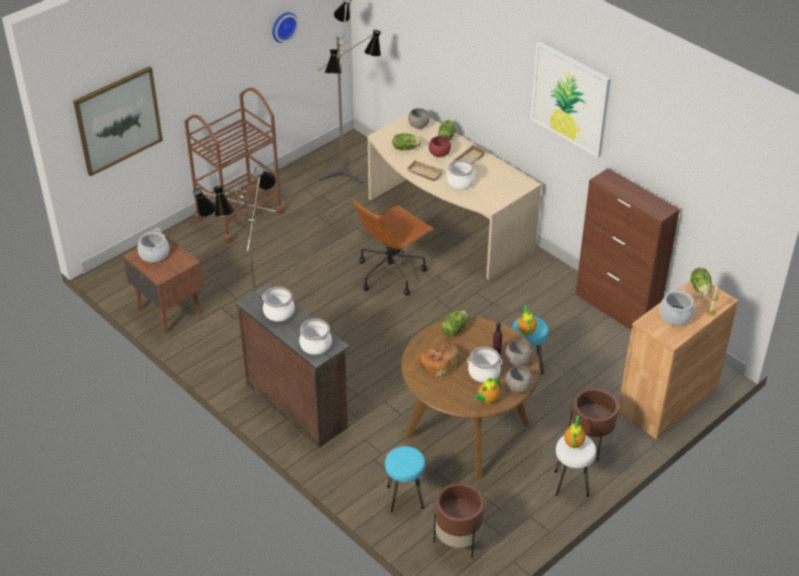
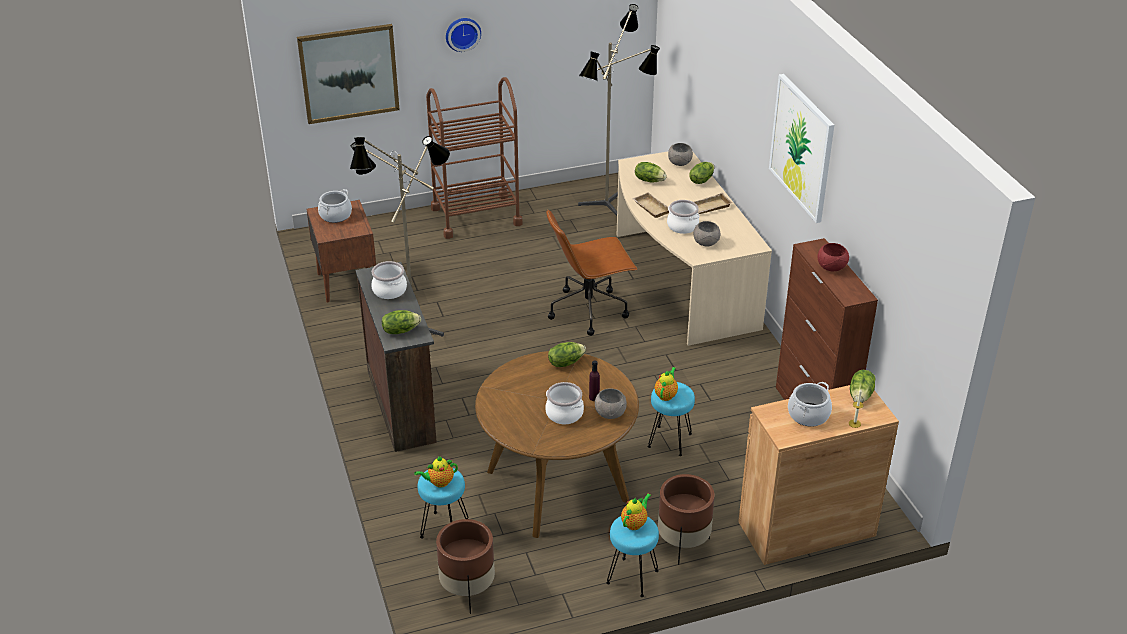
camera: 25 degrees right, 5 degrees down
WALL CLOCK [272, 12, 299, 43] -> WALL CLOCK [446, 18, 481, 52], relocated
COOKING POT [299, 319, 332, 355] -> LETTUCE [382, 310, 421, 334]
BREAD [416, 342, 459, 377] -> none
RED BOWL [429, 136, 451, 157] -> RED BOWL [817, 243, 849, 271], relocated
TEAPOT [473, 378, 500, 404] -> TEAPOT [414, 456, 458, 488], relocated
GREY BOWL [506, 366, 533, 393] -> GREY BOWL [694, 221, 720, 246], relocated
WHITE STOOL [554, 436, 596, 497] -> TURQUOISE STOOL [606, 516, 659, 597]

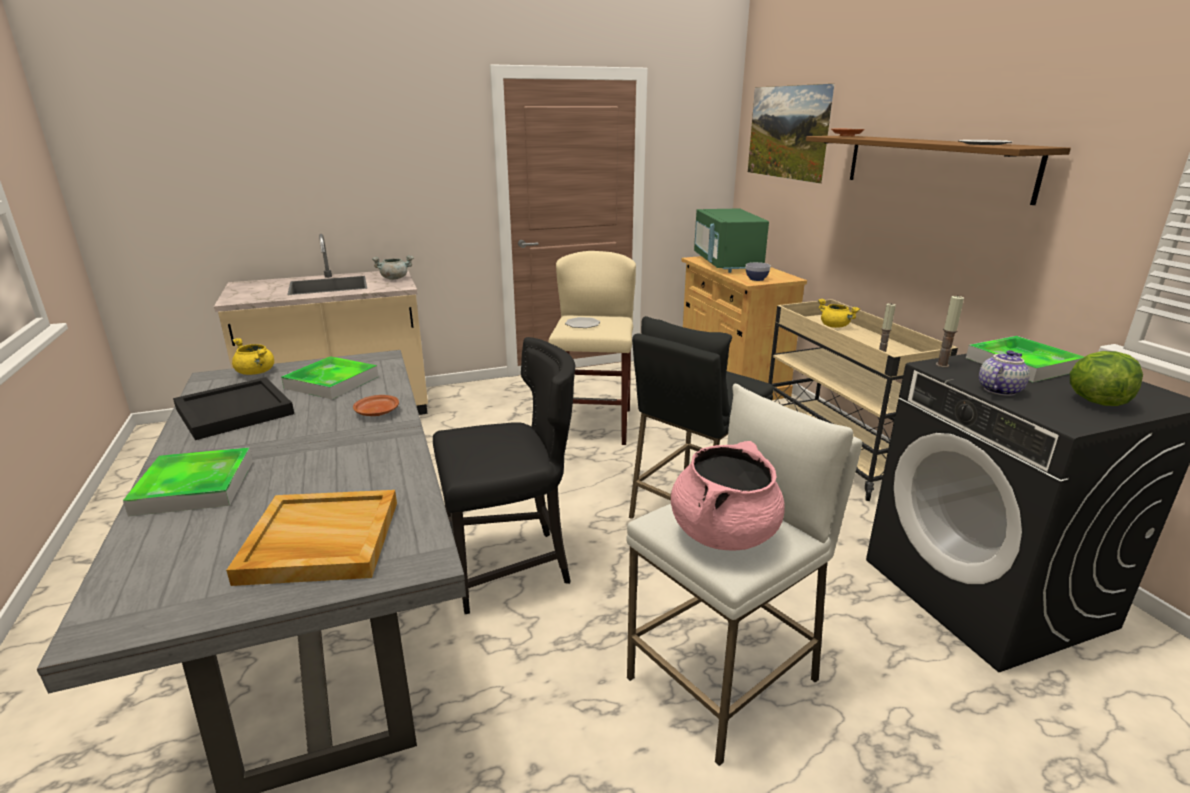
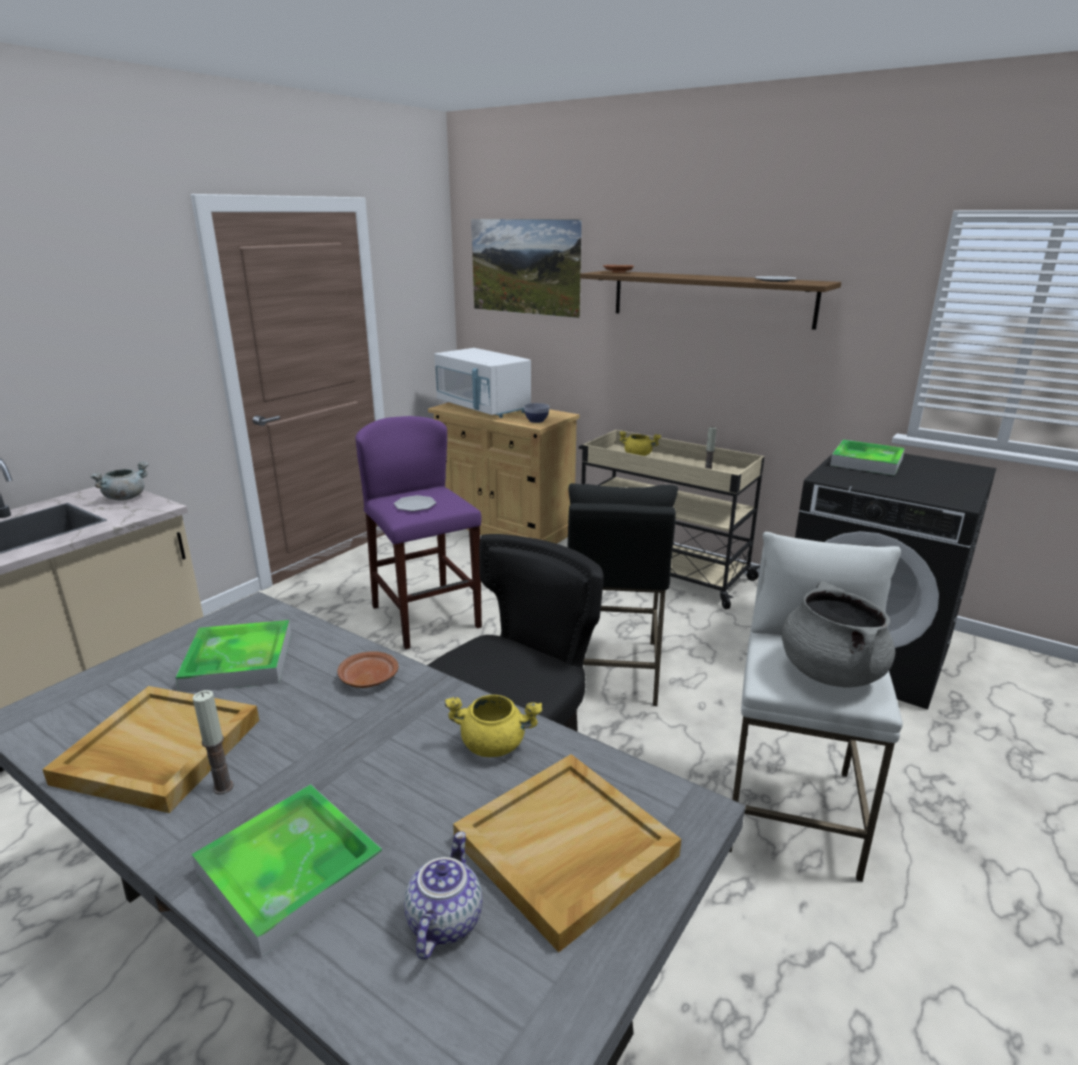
camera: 35 degrees left, 0 degrees up
BLACK TRAY [173, 377, 294, 440] -> BEIGE TRAY [42, 686, 259, 813]
YELLOW COOKING POT [232, 338, 274, 375] -> YELLOW COOKING POT [445, 695, 542, 757], relocated
BEIGE STOOL [548, 251, 636, 445] -> PURPLE STOOL [355, 416, 482, 649]
PINK COOKING POT [671, 441, 785, 550] -> GREY COOKING POT [781, 581, 895, 687]
GREEN MICROWAVE [694, 208, 769, 273] -> WHITE MICROWAVE [434, 348, 531, 418]
CANDLE [936, 296, 964, 367] -> CANDLE [193, 690, 234, 795], relocated
TEAPOT [979, 350, 1030, 396] -> TEAPOT [404, 831, 482, 960], relocated
LETTUCE [1070, 351, 1143, 406] -> none

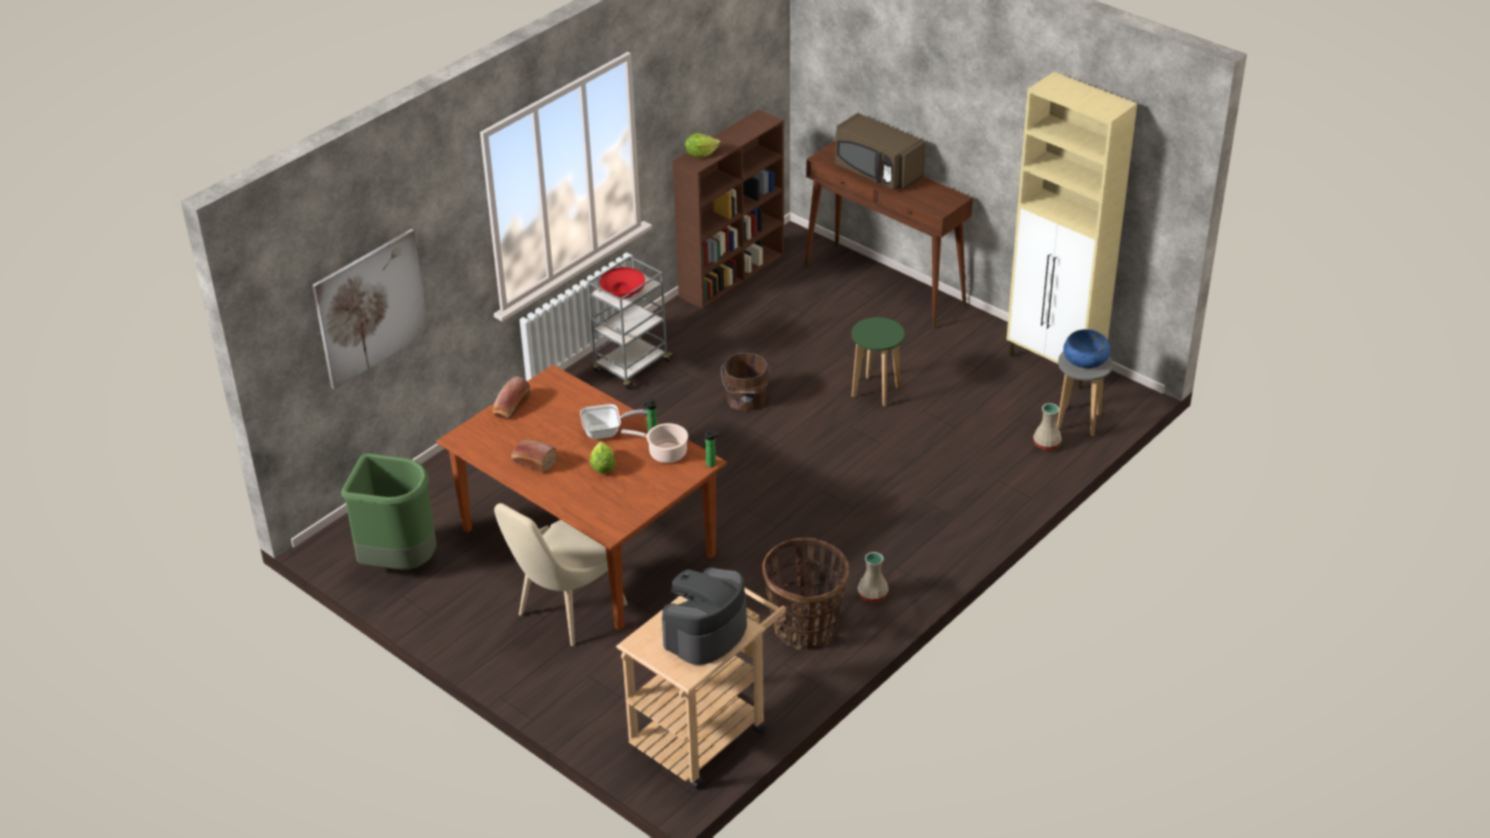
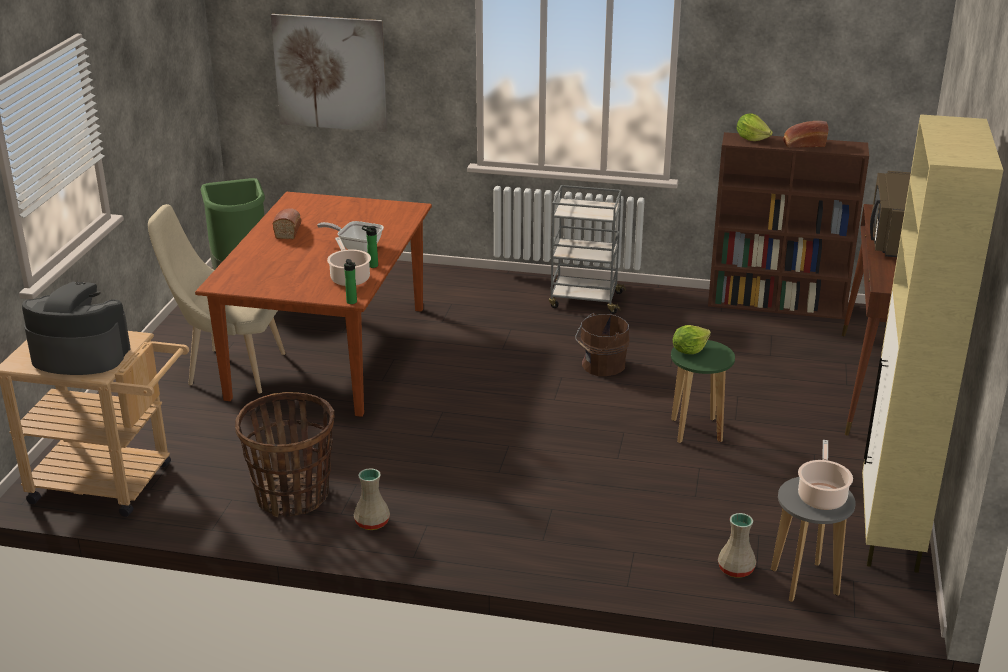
camera: 60 degrees right, 10 degrees down
BREAD [493, 376, 530, 420] -> BREAD [783, 121, 828, 148], relocated
FRYING PAN [580, 404, 647, 439] -> FRYING PAN [317, 221, 384, 252], 150 degrees clockwise
LETTUCE [590, 441, 615, 474] -> LETTUCE [673, 325, 711, 354], relocated
RED BOWL [600, 267, 645, 299] -> none
BLUE BOWL [1063, 329, 1110, 368] -> COOKING POT [798, 440, 853, 510]

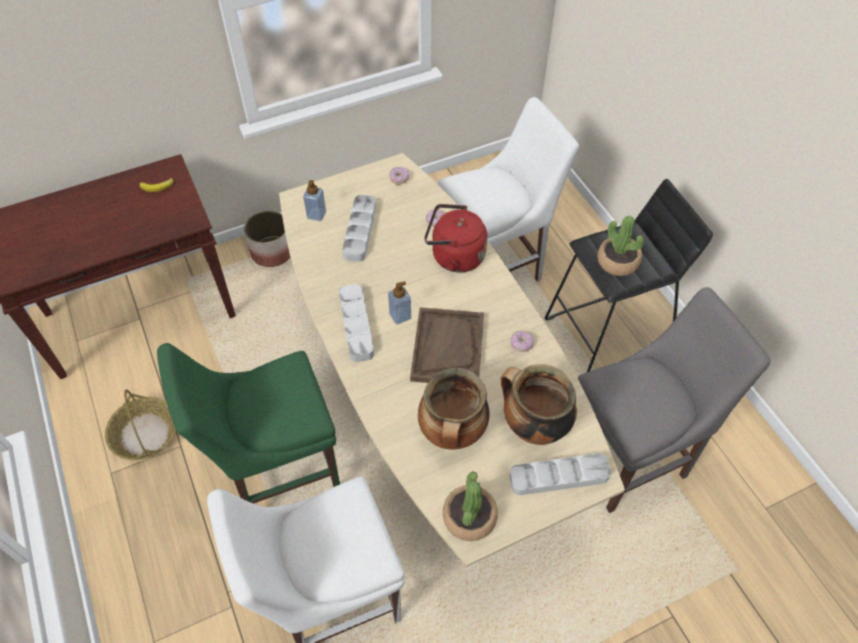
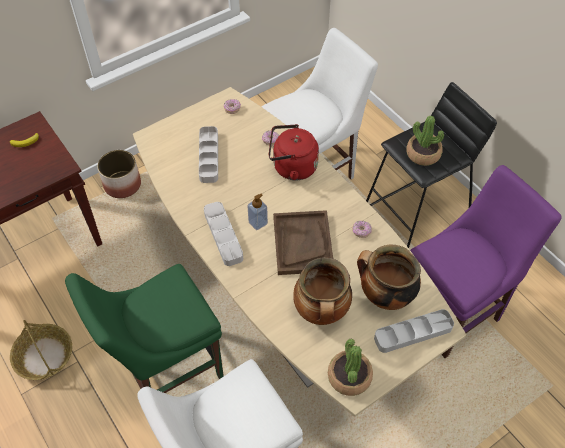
camera: 10 degrees left, 0 degrees up
SOAP DISPENSER [303, 180, 326, 221] -> none
GREY CHAIR [578, 287, 771, 513] -> PURPLE CHAIR [410, 165, 562, 358]

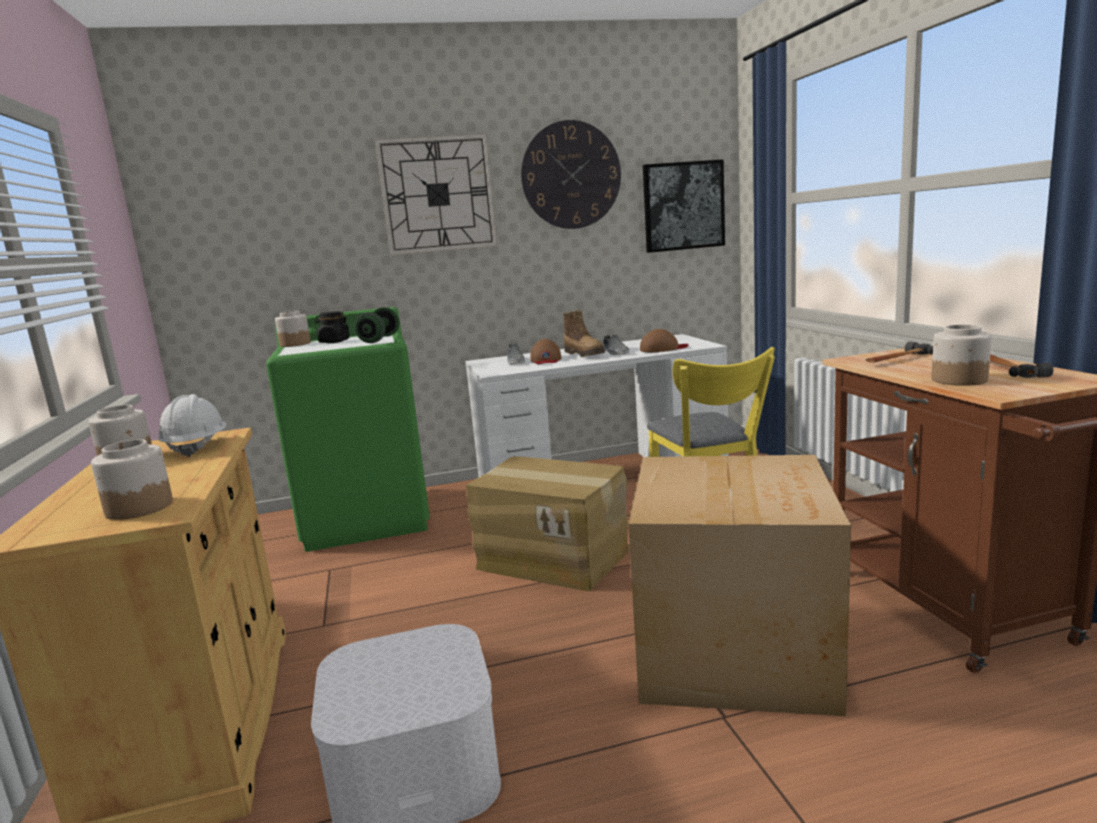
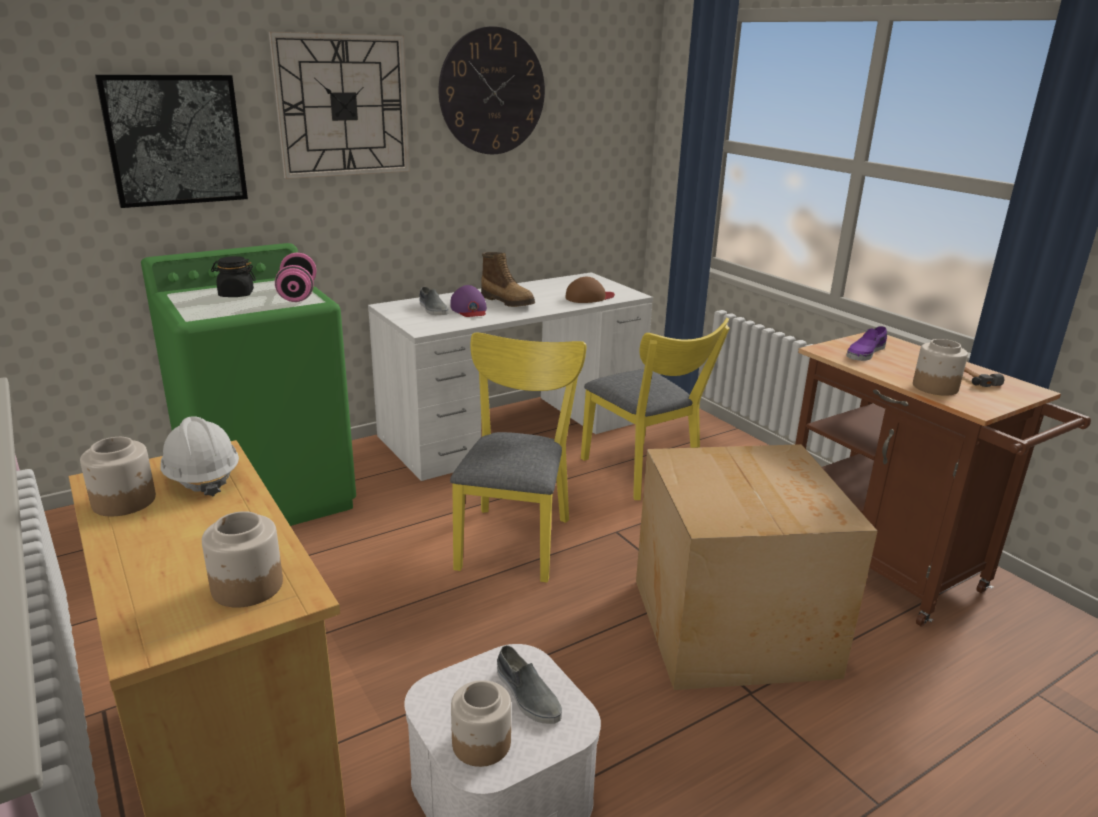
camera: 20 degrees left, 10 degrees up
JAR [275, 311, 311, 347] -> JAR [451, 680, 511, 767], relocated
GREEN DUMBBELL [355, 307, 400, 343] -> PINK DUMBBELL [275, 253, 316, 302]
CARDBOARD BOX [466, 456, 629, 592] -> YELLOW CHAIR [450, 332, 586, 583]
BROWN CAP [530, 339, 562, 364] -> PURPLE CAP [450, 285, 487, 317]
GREY SHOE [603, 335, 629, 355] -> GREY SHOE [497, 645, 562, 724], relocated
PICTURE [643, 159, 725, 253] -> PICTURE [95, 74, 248, 208], relocated
HAMMER [866, 342, 933, 363] -> PURPLE SHOE [846, 326, 887, 361]

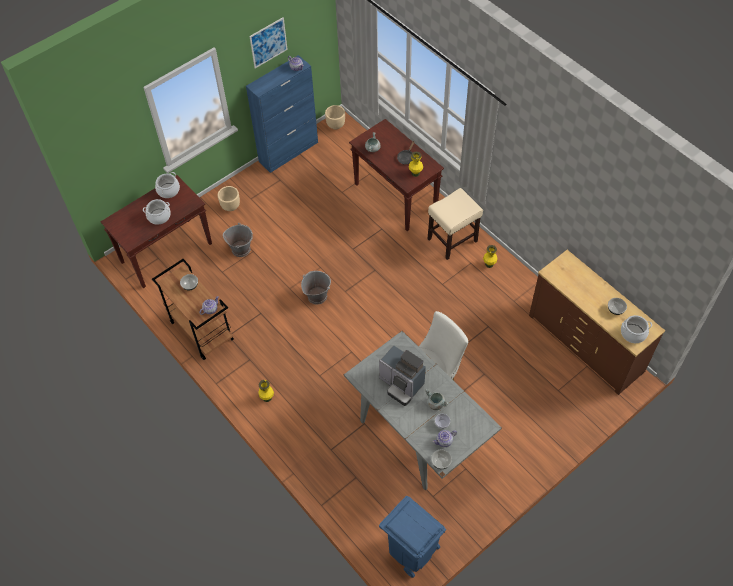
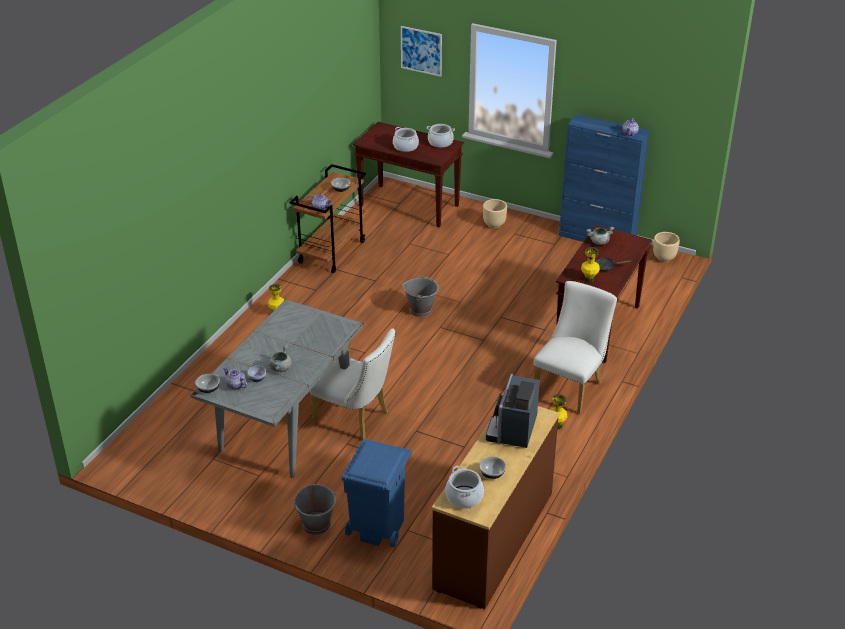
camera: 65 degrees right, 20 degrees down
GREY BUCKET [223, 223, 253, 257] -> GREY BUCKET [293, 484, 337, 535], relocated
PICTURE [249, 17, 288, 68] -> PICTURE [401, 26, 442, 77], relocated
COFFEE MACHINE [379, 345, 426, 406] -> COFFEE MACHINE [486, 374, 540, 448], relocated
BLUE TRASH CAN [379, 496, 446, 578] -> BLUE TRASH CAN [341, 439, 412, 547], relocated
BEIGE STOOL [427, 188, 483, 260] -> WHITE CHAIR [534, 281, 617, 414]

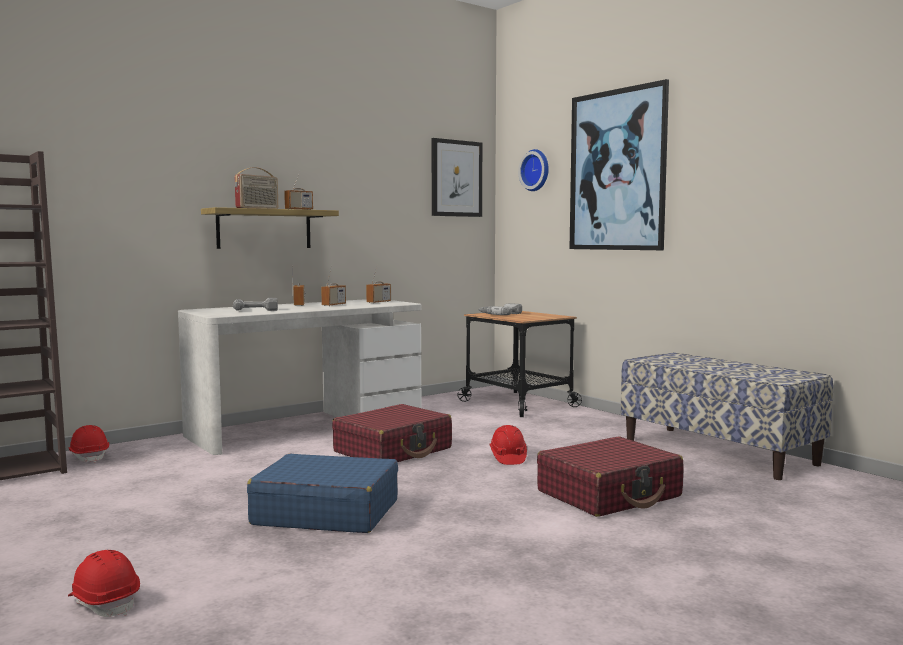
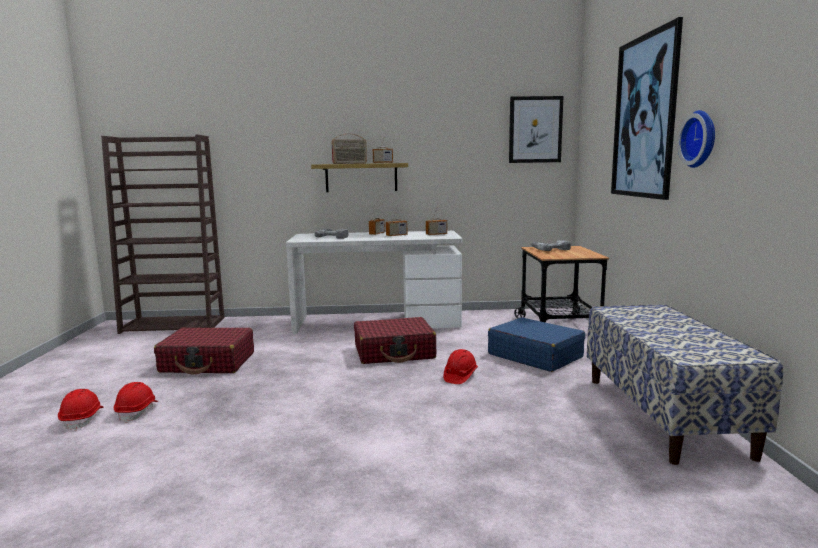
camera: 35 degrees right, 5 degrees up
RED HARD HAT [69, 425, 109, 463] -> RED HARD HAT [114, 382, 159, 423], relocated
BLUE SUITCASE [247, 454, 398, 533] -> BLUE SUITCASE [488, 317, 585, 372], relocated
WALL CLOCK [518, 149, 549, 191] -> WALL CLOCK [677, 110, 715, 168], relocated
RED SUITCASE [537, 437, 684, 517] -> RED SUITCASE [154, 328, 254, 375], relocated

